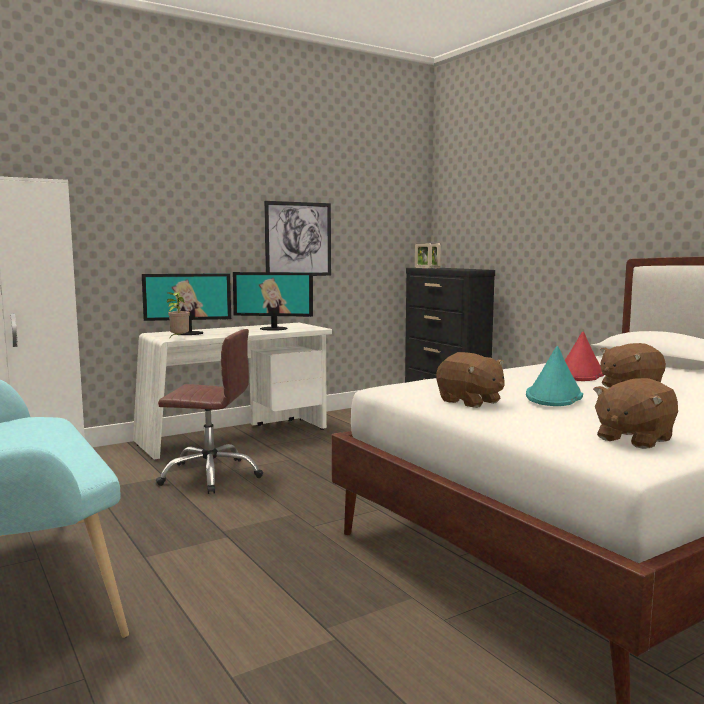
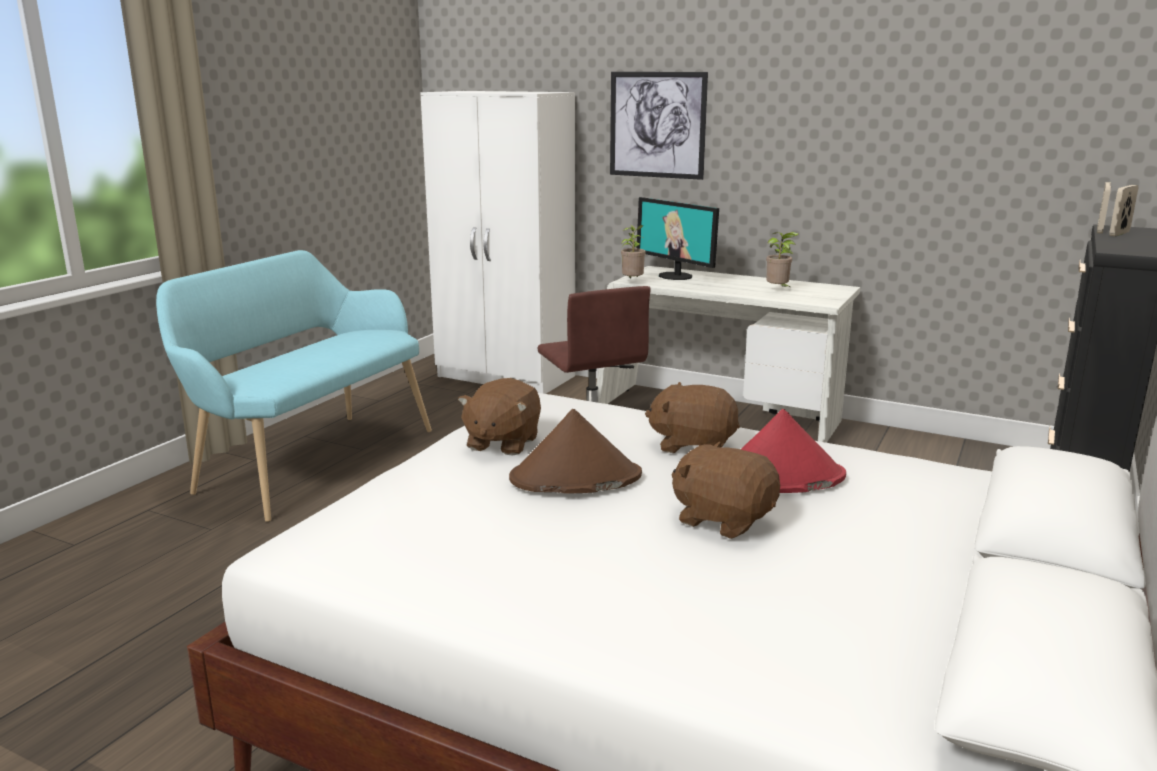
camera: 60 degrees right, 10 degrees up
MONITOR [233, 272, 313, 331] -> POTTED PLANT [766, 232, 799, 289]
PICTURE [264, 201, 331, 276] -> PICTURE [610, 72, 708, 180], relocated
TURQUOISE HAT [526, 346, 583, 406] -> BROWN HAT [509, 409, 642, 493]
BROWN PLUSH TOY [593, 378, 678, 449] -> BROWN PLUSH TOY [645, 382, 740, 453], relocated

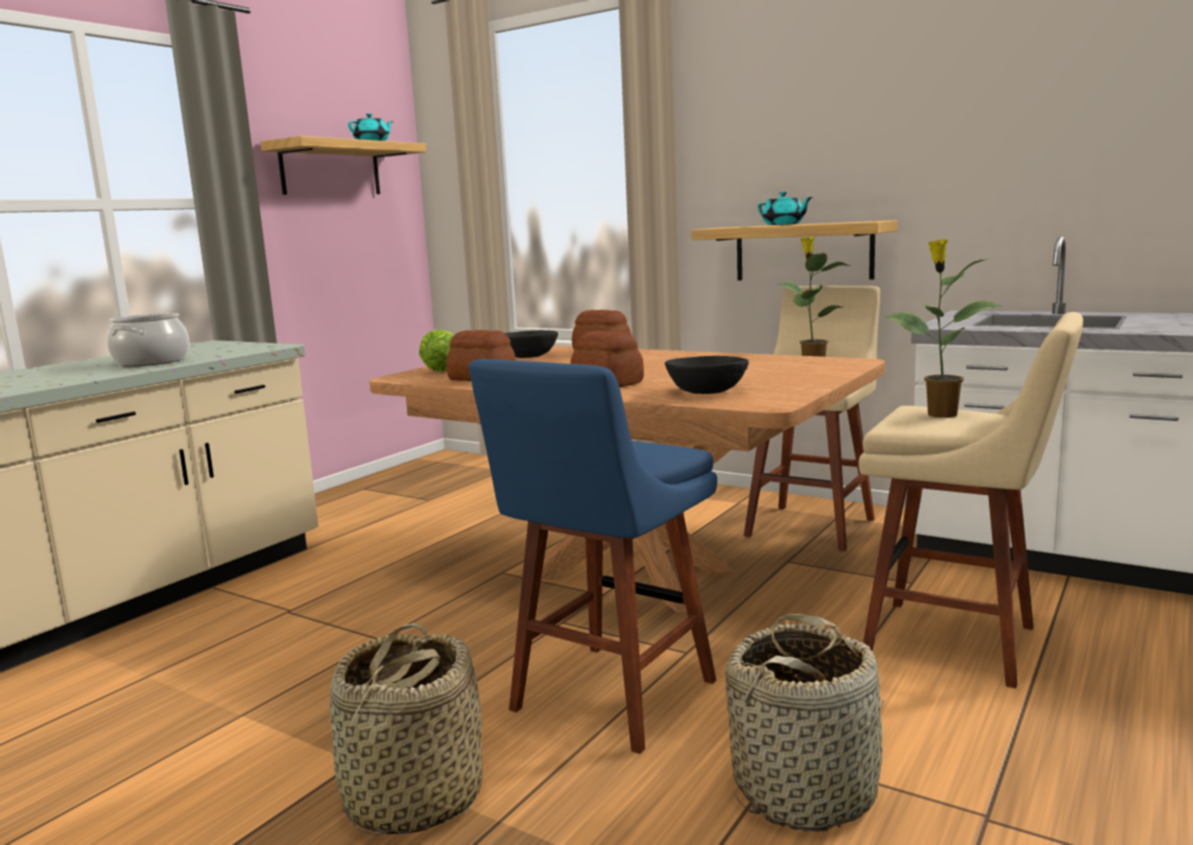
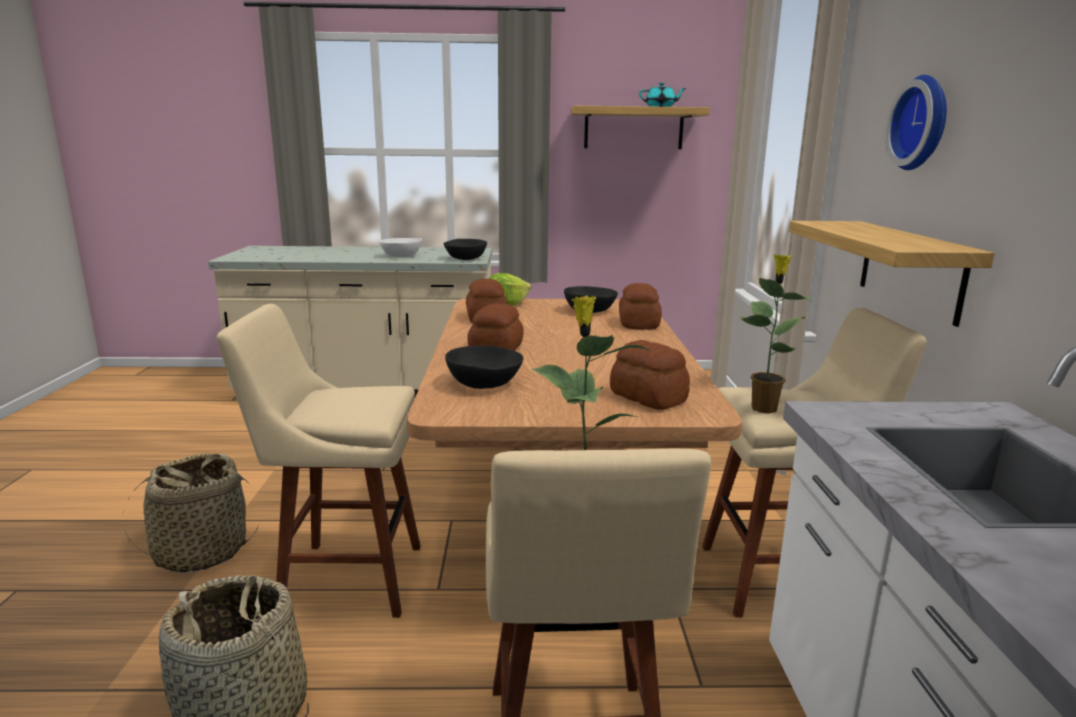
camera: 55 degrees right, 5 degrees up
COOKING POT [107, 313, 190, 366] -> WHITE BOWL [379, 238, 422, 257]
BLUE STOOL [469, 359, 717, 754] -> BEIGE STOOL [217, 304, 421, 618]
TURQUOISE TEAPOT [758, 192, 812, 225] -> none
none -> BLACK BOWL [444, 239, 487, 260]
none -> BREAD [610, 340, 690, 410]
none -> WALL CLOCK [885, 75, 947, 170]

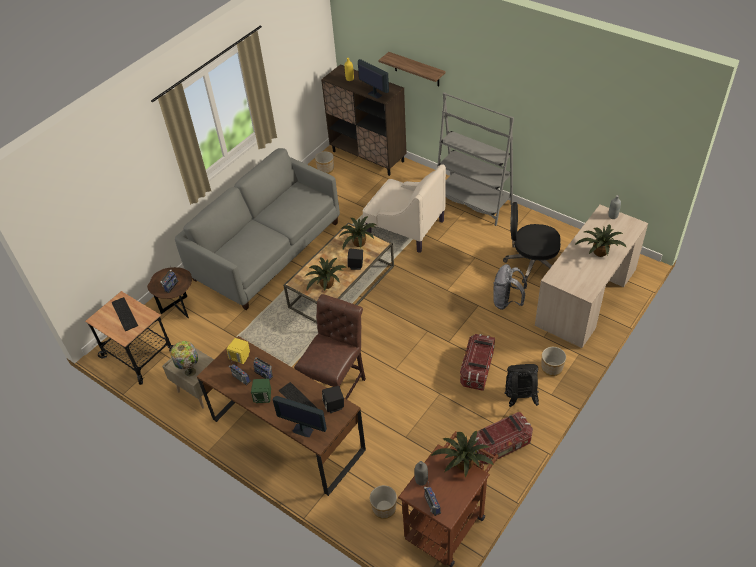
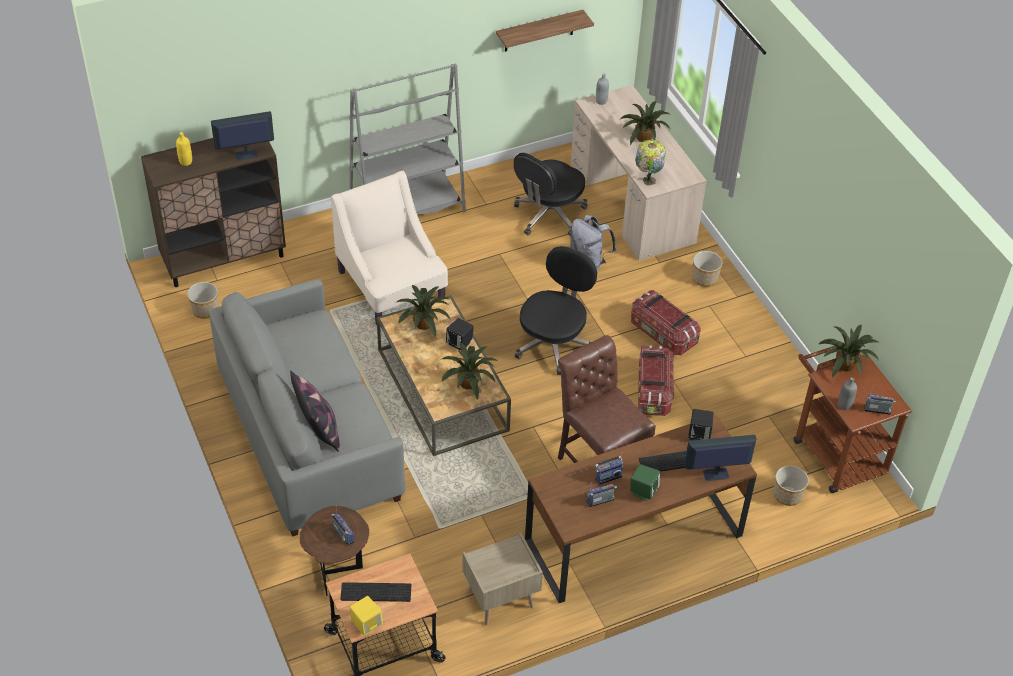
camera: 65 degrees left, 0 degrees up
TABLE LAMP [170, 341, 198, 377] -> TABLE LAMP [635, 140, 666, 186], relocated
YELLOW SPEAKER [226, 338, 250, 364] -> YELLOW SPEAKER [349, 596, 383, 636], relocated
MONITOR [272, 396, 327, 437] -> MONITOR [684, 435, 757, 481], 150 degrees counterclockwise
BEIGE ARMCHAIR [363, 164, 446, 253] -> BEIGE ARMCHAIR [331, 171, 448, 325], 90 degrees counterclockwise
SHELF [379, 52, 446, 86] -> SHELF [496, 10, 594, 52], relocated
STORAGE BOX [470, 412, 533, 464] -> STORAGE BOX [638, 345, 674, 416], relocated
BLACK BACKPACK [504, 364, 539, 407] -> none
none -> PILLOW [290, 370, 340, 452]
none -> BLACK OFFICE CHAIR [515, 246, 597, 375]

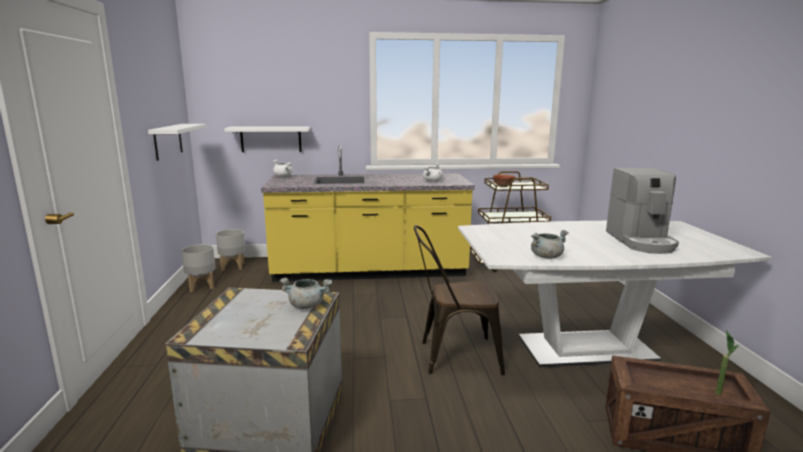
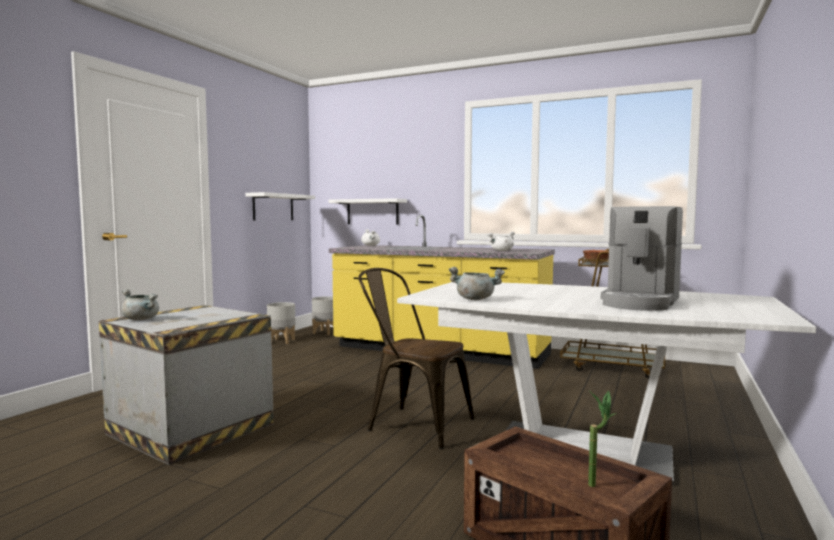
camera: 30 degrees right, 10 degrees down
GREY COOKING POT [280, 278, 332, 309] -> GREY COOKING POT [121, 289, 159, 320], relocated

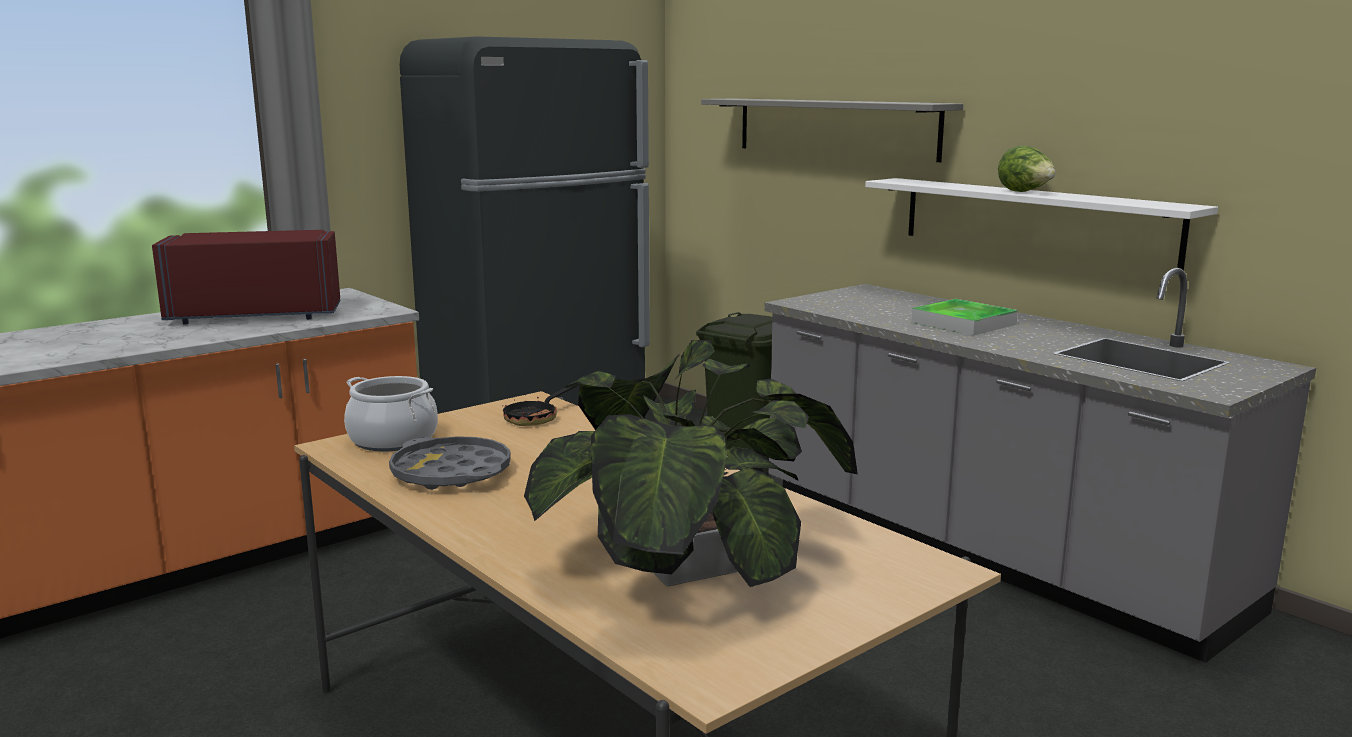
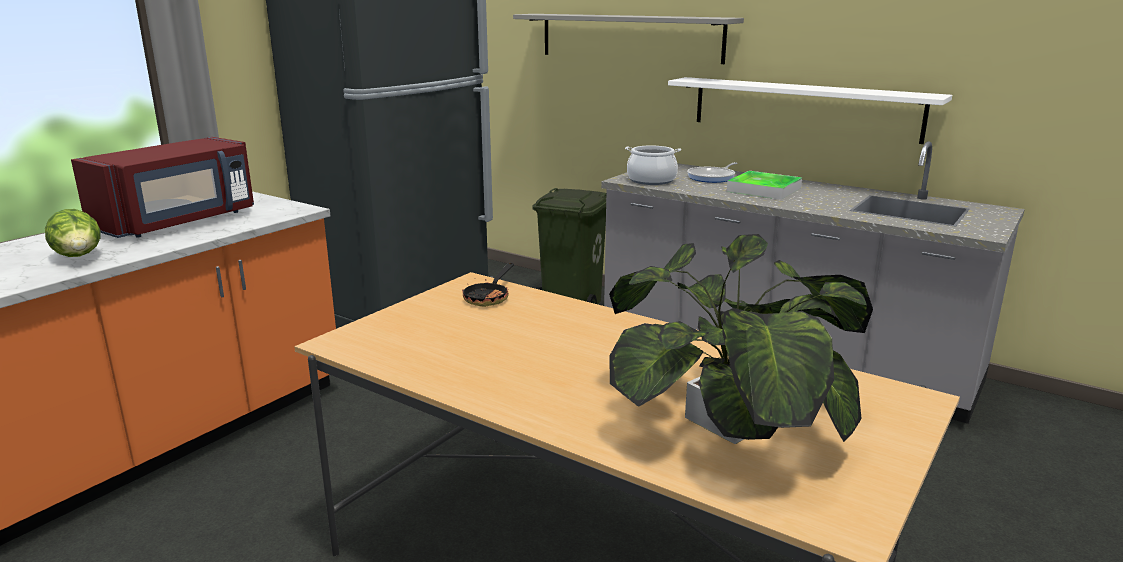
camera: 15 degrees left, 5 degrees up
RED MICROWAVE [152, 230, 340, 325] -> RED MICROWAVE [71, 137, 254, 238], 150 degrees clockwise
COOKING POT [344, 376, 438, 451] -> COOKING POT [625, 146, 681, 185], relocated
GREY TRAY [389, 436, 511, 490] -> none
LETTUCE [998, 146, 1056, 192] -> LETTUCE [45, 209, 100, 257], relocated
none -> FRYING PAN [687, 162, 738, 183]

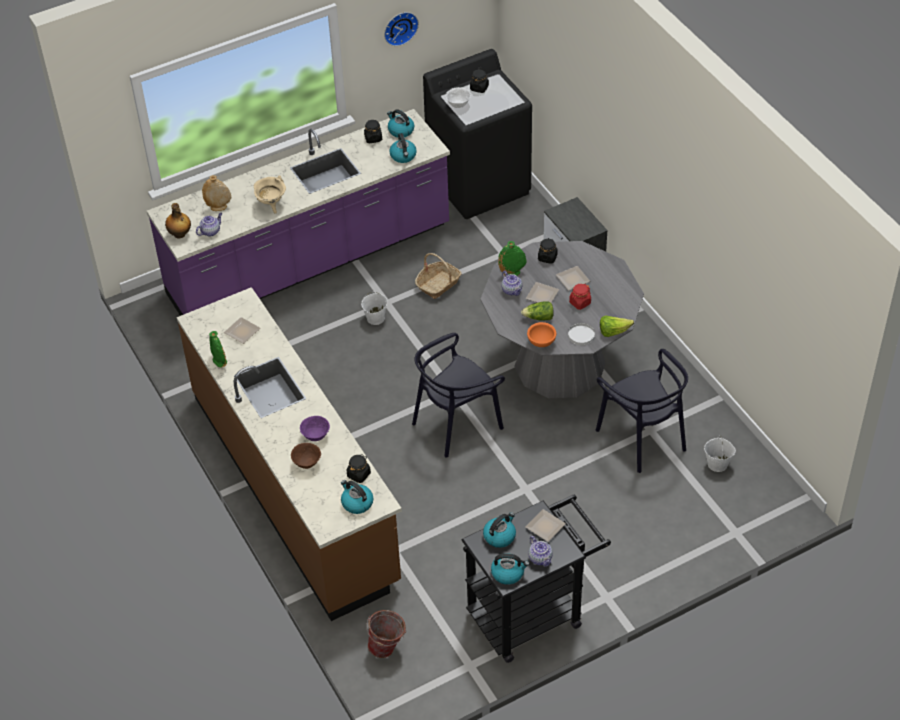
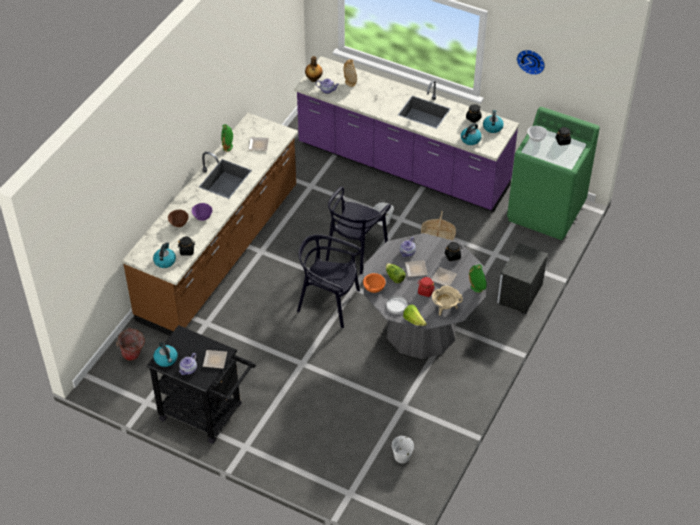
camera: 55 degrees right, 0 degrees up
BEIGE COOKING POT [253, 176, 286, 214] -> BEIGE COOKING POT [432, 286, 463, 316], relocated
BLACK WASHING MACHINE [423, 49, 532, 219] -> GREEN WASHING MACHINE [507, 107, 600, 240]
KETTLE [483, 512, 516, 548] -> none
GREEN VASE [498, 241, 527, 276] -> GREEN VASE [469, 264, 487, 293], relocated
BLACK CHAIR [596, 349, 688, 473] -> BLACK CHAIR [326, 187, 391, 274], relocated

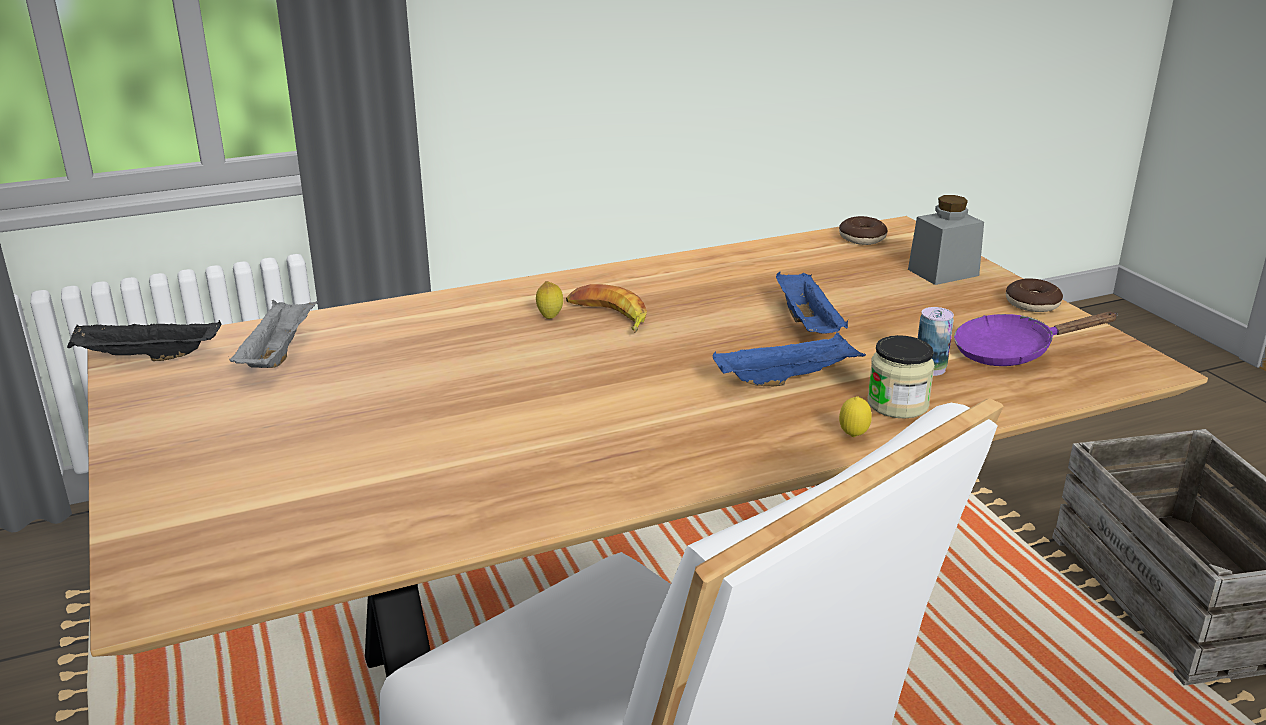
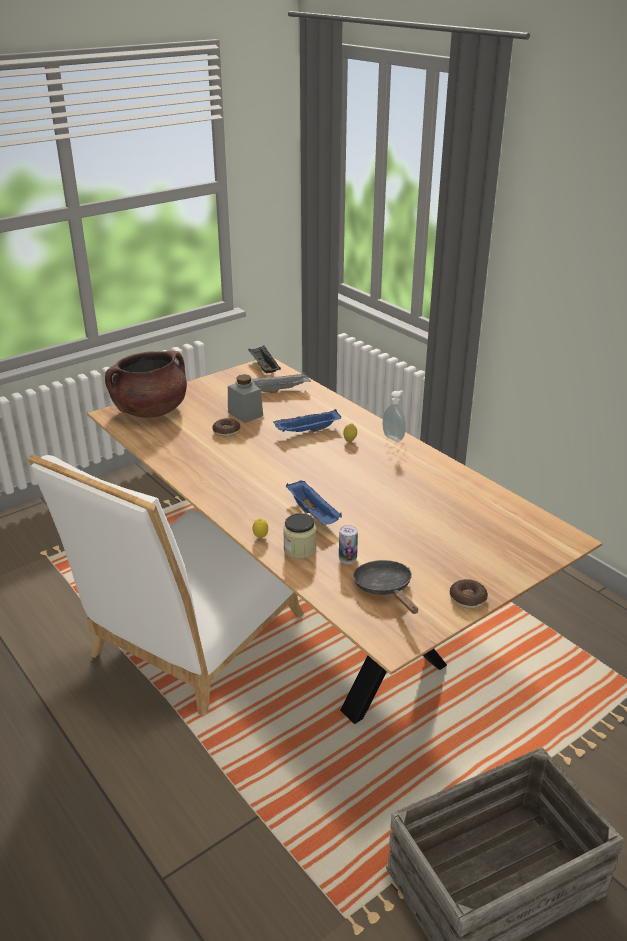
camera: 75 degrees right, 5 degrees up
BANANA [566, 284, 647, 333] -> none
BLUE TRAY [776, 272, 848, 334] -> BLUE TRAY [273, 409, 341, 432], relocated
DONUT [839, 216, 888, 245] -> DONUT [212, 418, 241, 437], relocated
GREY JAR [908, 195, 984, 285] -> GREY JAR [228, 374, 263, 423], relocated
PURPLE FRYING PAN [954, 312, 1118, 366] -> BLACK FRYING PAN [353, 560, 418, 614]
none -> BROWN COOKING POT [105, 351, 187, 418]
none -> SOAP DISPENSER [383, 390, 406, 441]

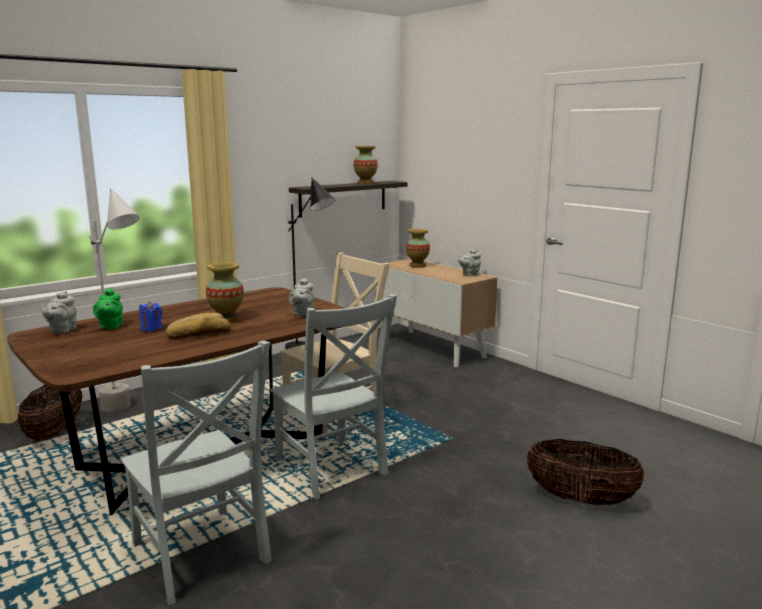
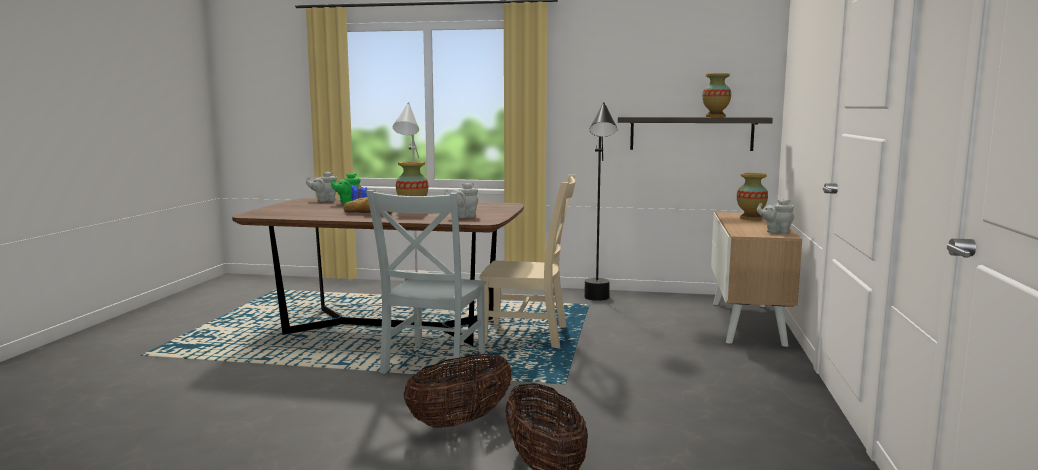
camera: 50 degrees right, 5 degrees down
BASKET [18, 384, 82, 440] -> BASKET [404, 354, 512, 428], relocated
GREY CHAIR [121, 340, 272, 605] -> none

